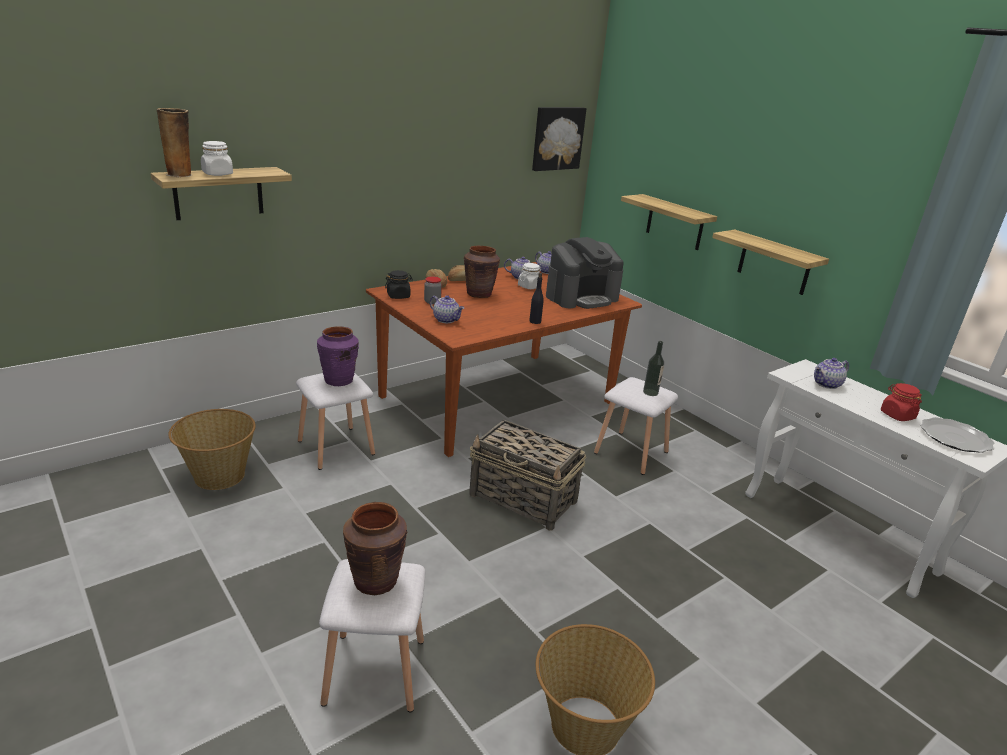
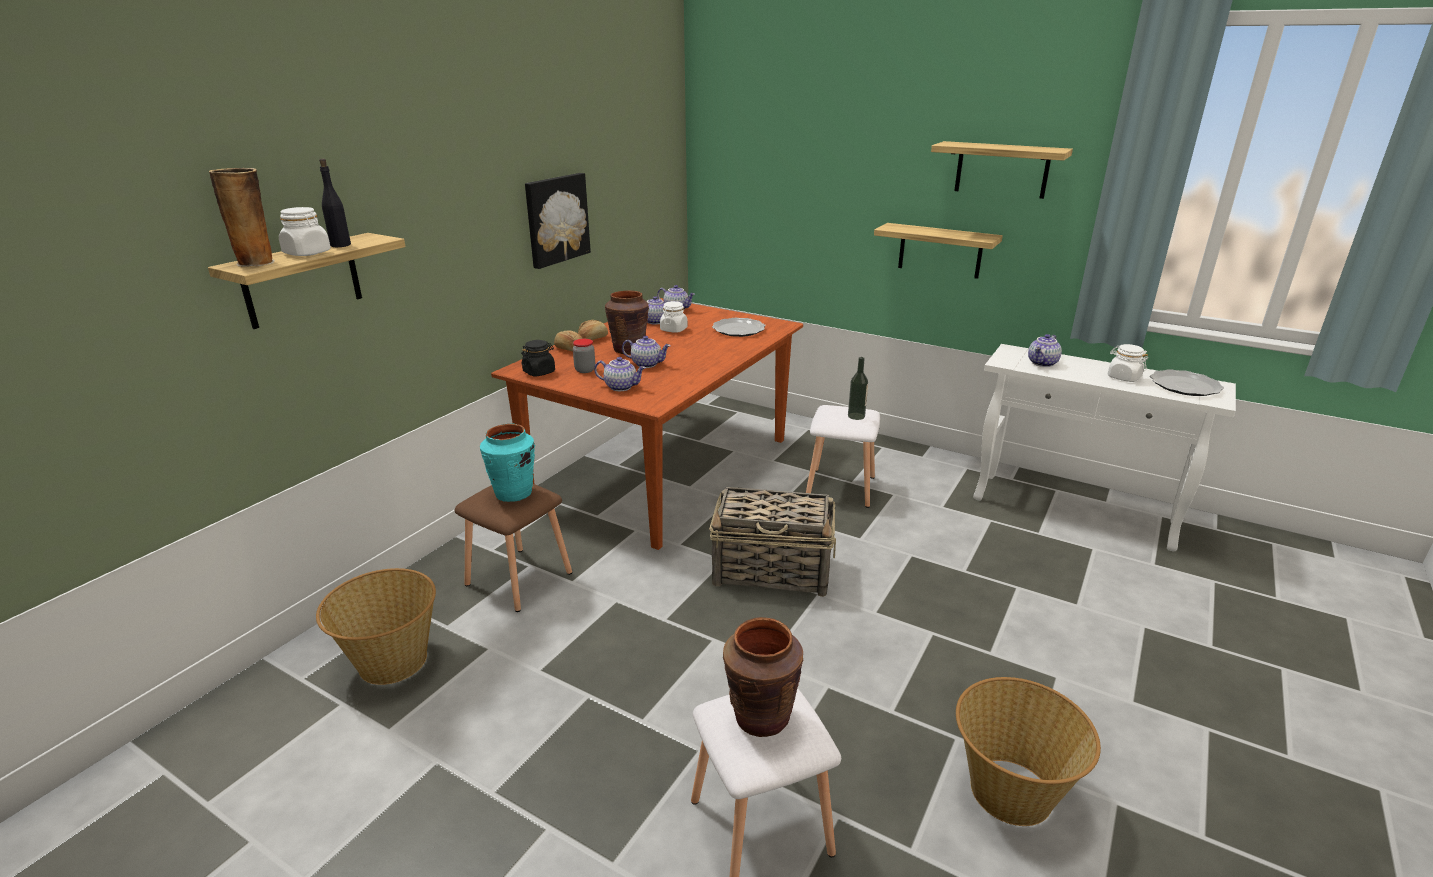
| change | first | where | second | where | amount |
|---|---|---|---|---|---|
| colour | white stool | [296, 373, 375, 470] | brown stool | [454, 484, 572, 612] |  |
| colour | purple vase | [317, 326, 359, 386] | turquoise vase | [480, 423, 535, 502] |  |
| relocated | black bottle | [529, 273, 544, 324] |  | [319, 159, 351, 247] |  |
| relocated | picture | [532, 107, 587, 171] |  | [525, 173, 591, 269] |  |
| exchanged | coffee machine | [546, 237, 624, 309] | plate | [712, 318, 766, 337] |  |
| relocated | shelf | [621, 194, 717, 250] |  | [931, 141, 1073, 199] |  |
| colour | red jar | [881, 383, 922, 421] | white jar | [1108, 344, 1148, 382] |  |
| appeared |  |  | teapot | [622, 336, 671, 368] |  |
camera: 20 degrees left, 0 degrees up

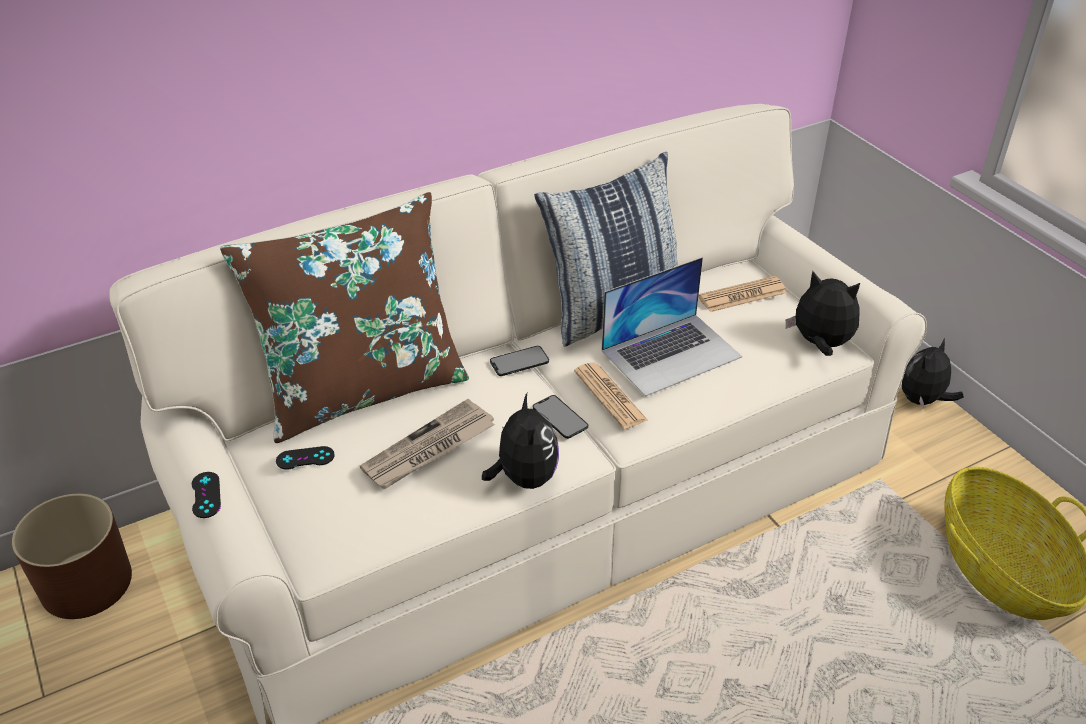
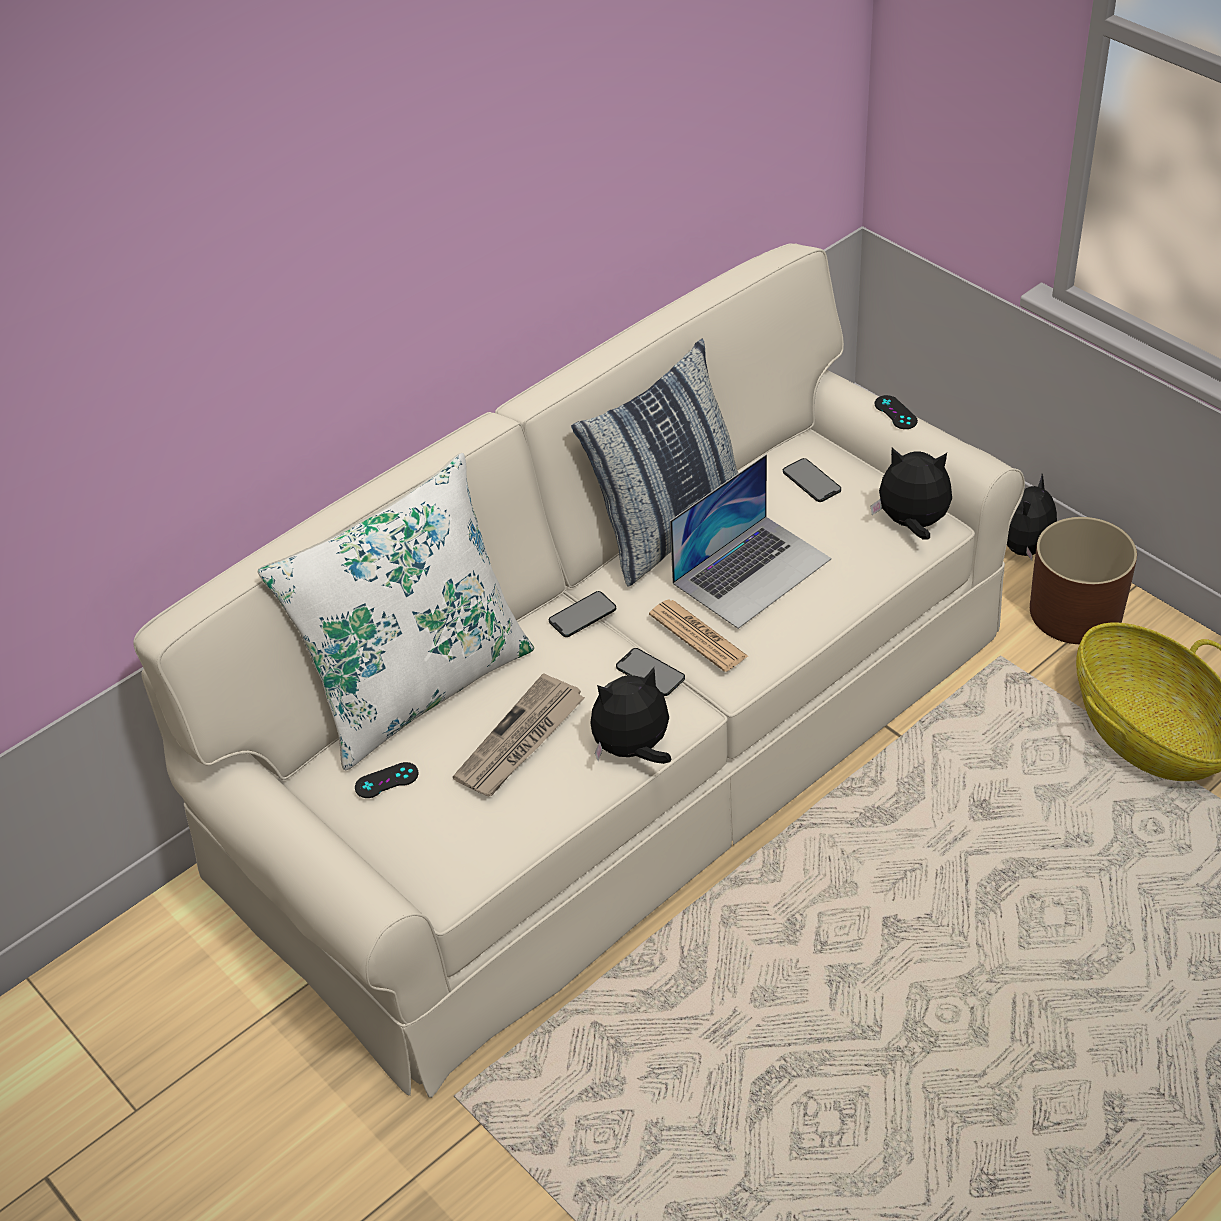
| change | first | where | second | where | amount |
|---|---|---|---|---|---|
| relocated | brown planter | [12, 494, 132, 619] |  | [1030, 517, 1137, 644] |  |
| relocated | black game controller | [192, 472, 221, 518] |  | [874, 395, 918, 429] |  |
| colour | brown pillow | [220, 192, 469, 443] | white pillow | [258, 453, 534, 771] |  |
| spun | plush toy | [482, 393, 559, 489] |  | [590, 667, 671, 764] | 90 degrees counterclockwise |
| exchanged | newspaper | [698, 276, 787, 312] | phone | [783, 458, 841, 502] |  |
camera: 10 degrees left, 5 degrees up

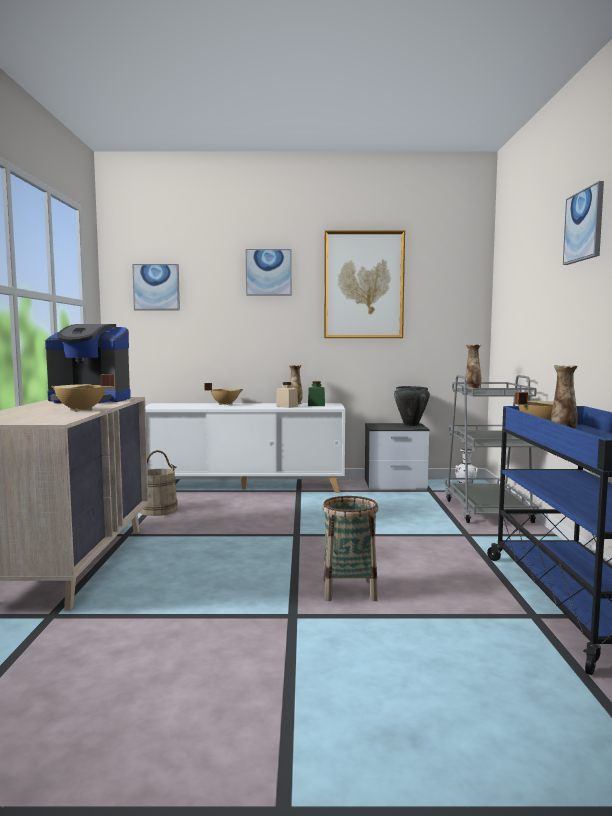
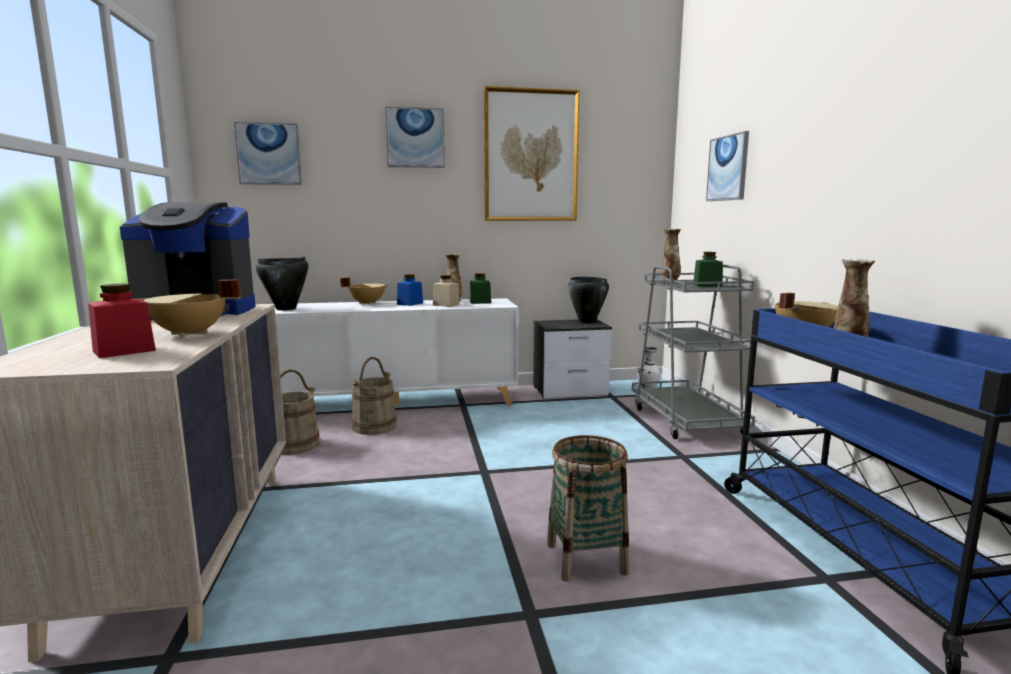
| change | first | where | second | where | amount |
|---|---|---|---|---|---|
| relocated | picture | [563, 181, 604, 265] |  | [706, 131, 749, 201] |  |
| appeared |  |  | red jar | [88, 283, 156, 358] |  |
| appeared |  |  | black cooking pot | [256, 257, 308, 310] |  |
| appeared |  |  | beige bucket | [351, 357, 397, 435] |  |
| appeared |  |  | blue jar | [397, 274, 423, 306] |  |
| appeared |  |  | green jar | [693, 252, 723, 287] |  |
camera: 10 degrees left, 5 degrees up

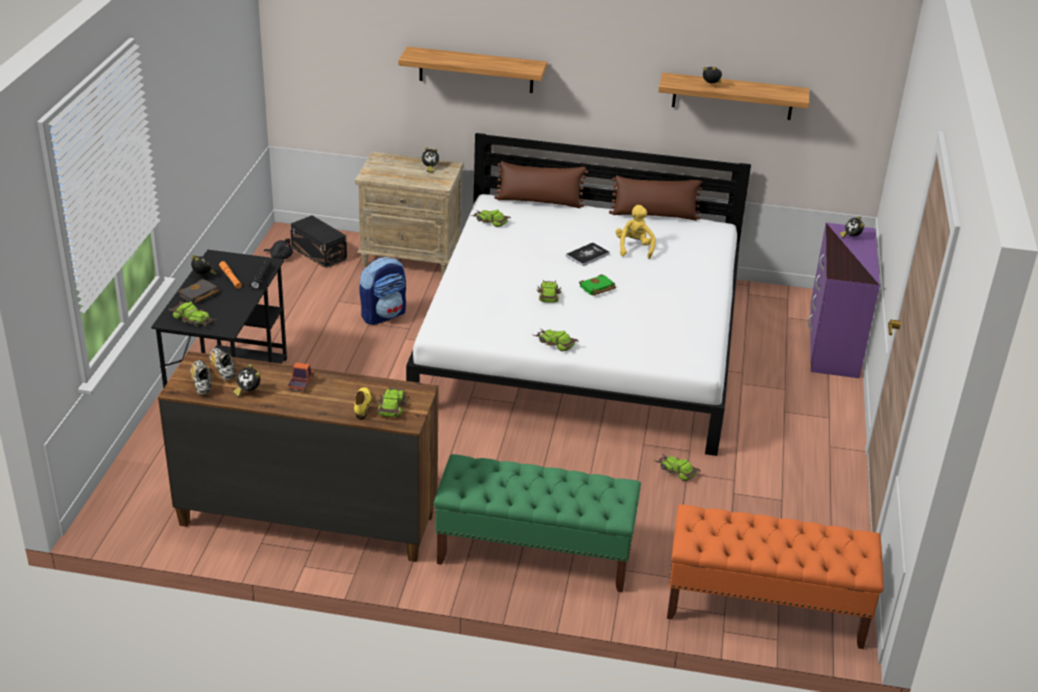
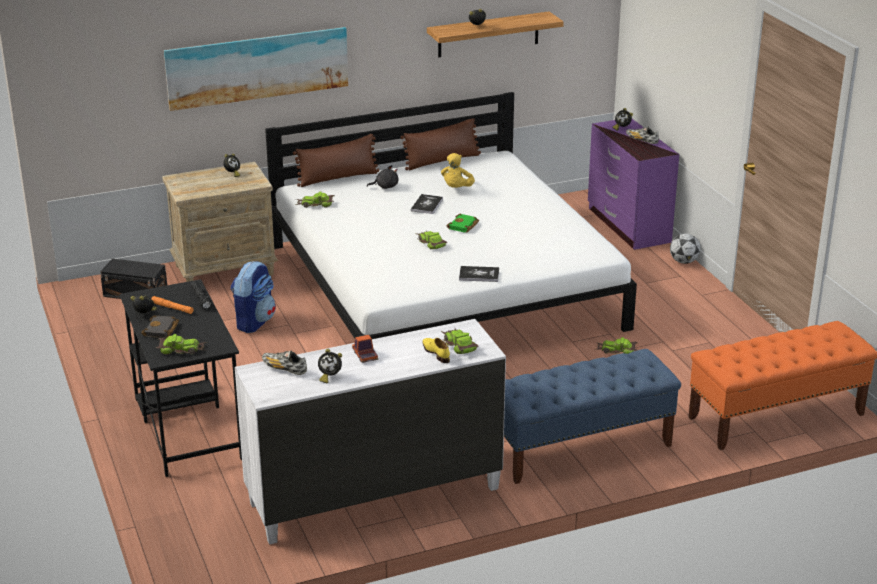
| change | first | where | second | where | amount |
|---|---|---|---|---|---|
| colour | brown dresser | [158, 351, 439, 562] | white dresser | [235, 319, 506, 545] |  |
| relocated | shoe | [190, 360, 212, 395] |  | [626, 127, 659, 144] |  |
| relocated | black plush toy | [264, 238, 293, 259] |  | [367, 165, 399, 189] |  |
| exchanged | shelf | [398, 47, 547, 93] | picture | [164, 27, 348, 111] |  |
| colour | green bench | [434, 454, 641, 593] | blue bench | [504, 349, 681, 484] |  |
| exchanged | toy car | [534, 329, 578, 351] | book | [459, 266, 499, 282] |  |
| spun | yellow plush toy | [616, 205, 656, 259] |  | [441, 153, 475, 188] | 135 degrees counterclockwise |
| appeared |  |  | football | [670, 234, 700, 264] |  |
camera: 30 degrees left, 5 degrees down

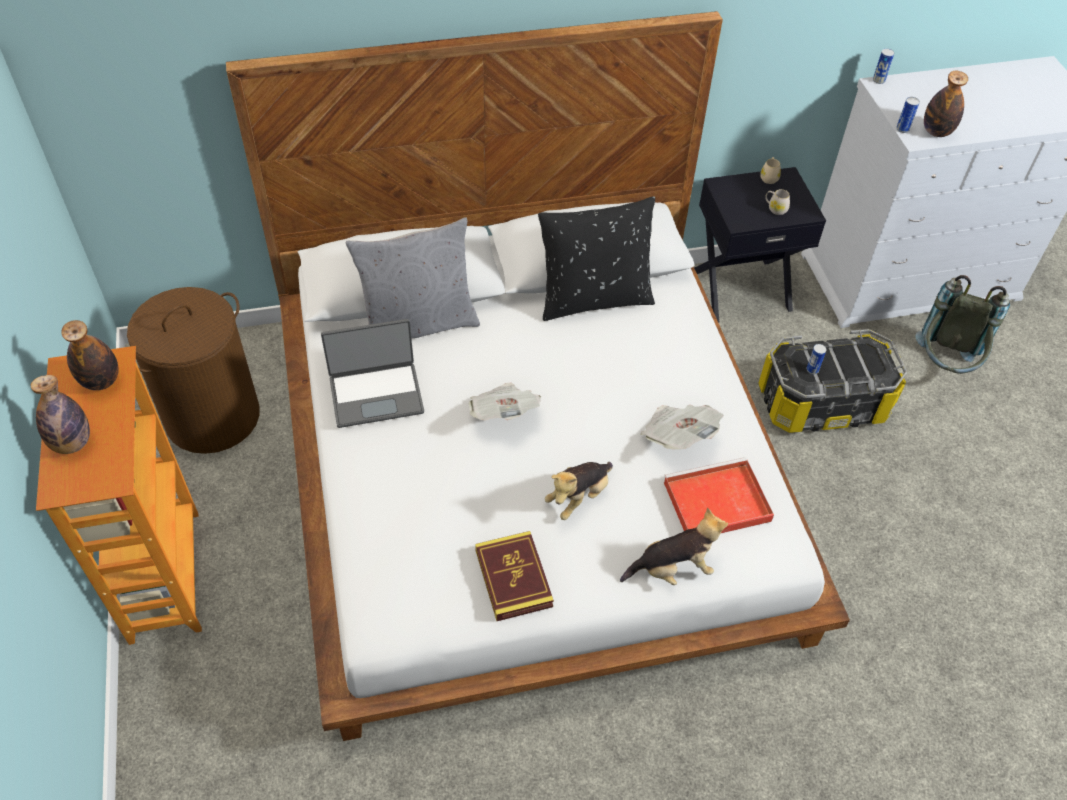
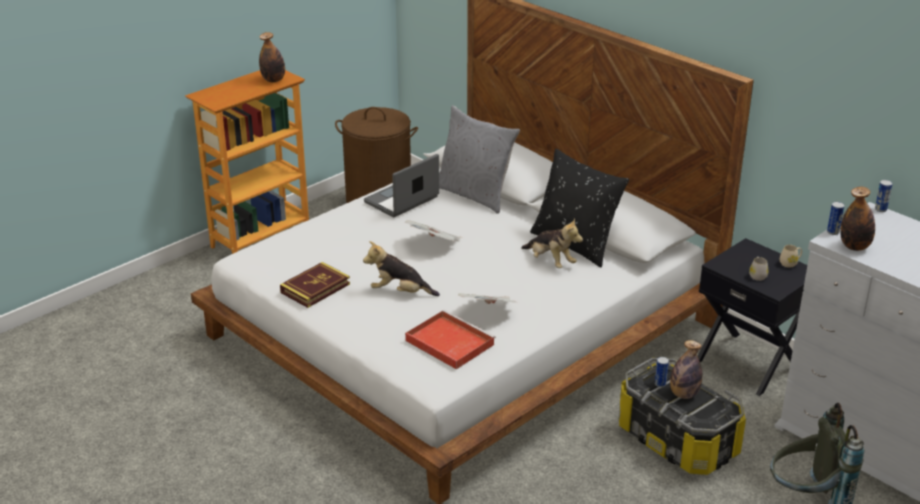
| change | first | where | second | where | amount |
|---|---|---|---|---|---|
| relocated | bottle | [31, 375, 90, 454] |  | [670, 340, 702, 399] |  |
| spun | laptop | [321, 319, 424, 428] |  | [364, 154, 439, 217] | 90 degrees clockwise |
| relocated | plush toy | [620, 508, 728, 585] |  | [521, 218, 583, 268] |  |
camera: 60 degrees right, 20 degrees down

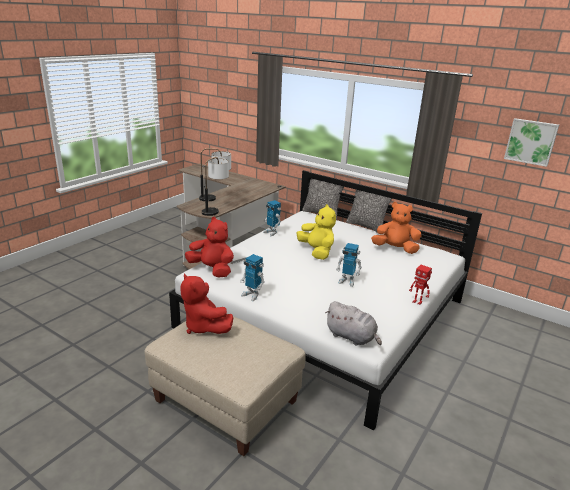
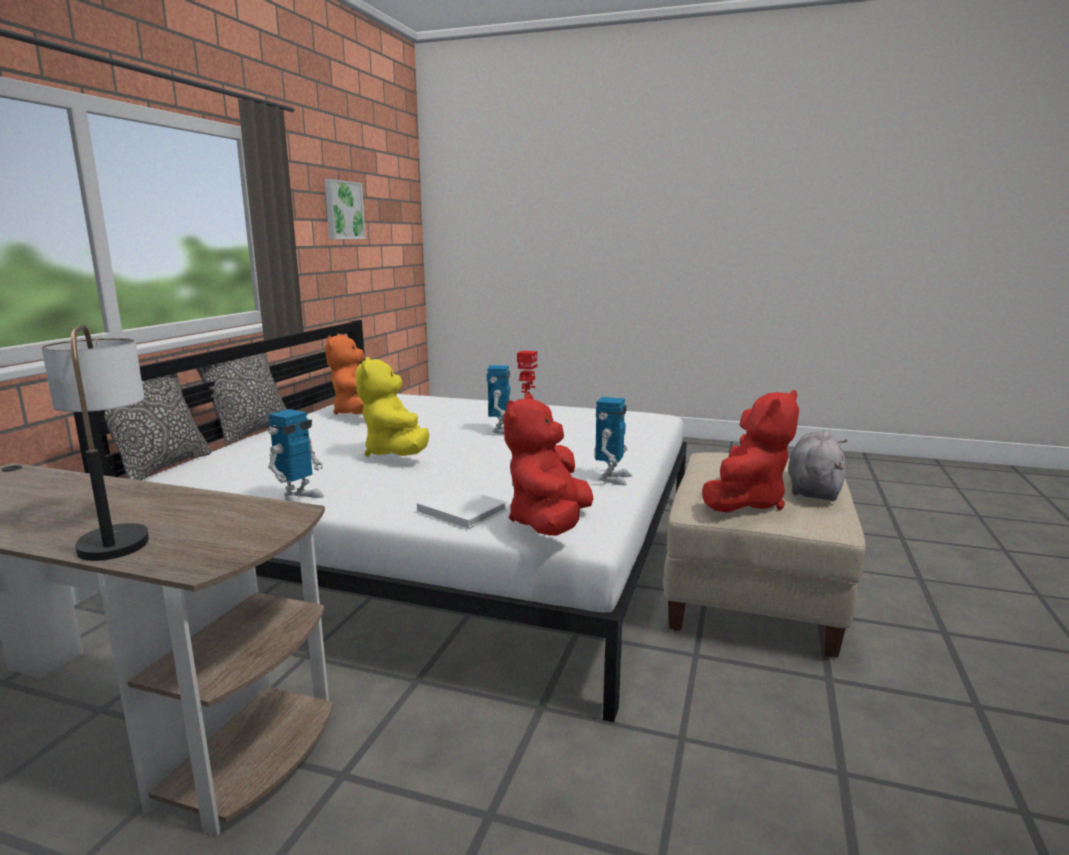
| change | first | where | second | where | amount |
|---|---|---|---|---|---|
| missing | table lamp | [202, 157, 229, 216] |  |  |  |
| spun | yellow plush toy | [296, 204, 336, 260] |  | [356, 357, 429, 457] | 60 degrees counterclockwise |
| relocated | grey plush toy | [325, 301, 382, 346] |  | [788, 431, 847, 501] |  |
camera: 105 degrees left, 10 degrees down

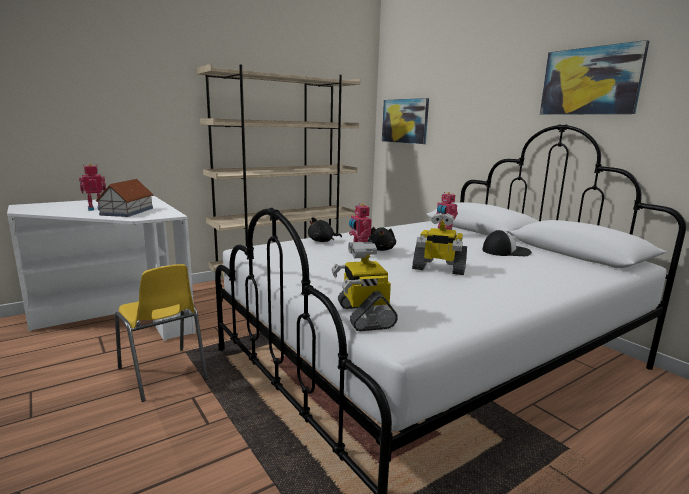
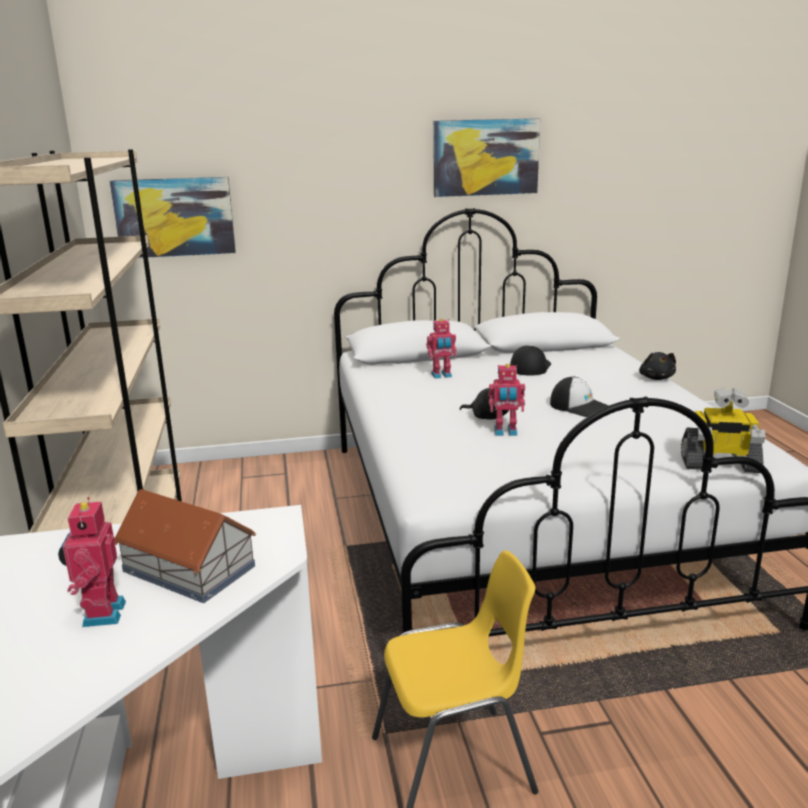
| change | first | where | second | where | amount |
|---|---|---|---|---|---|
| relocated | black plush toy | [308, 217, 342, 242] |  | [639, 352, 676, 380] |  |
| exchanged | toy robot | [412, 213, 467, 275] | cap | [550, 377, 609, 417] |  |
camera: 65 degrees left, 5 degrees up

